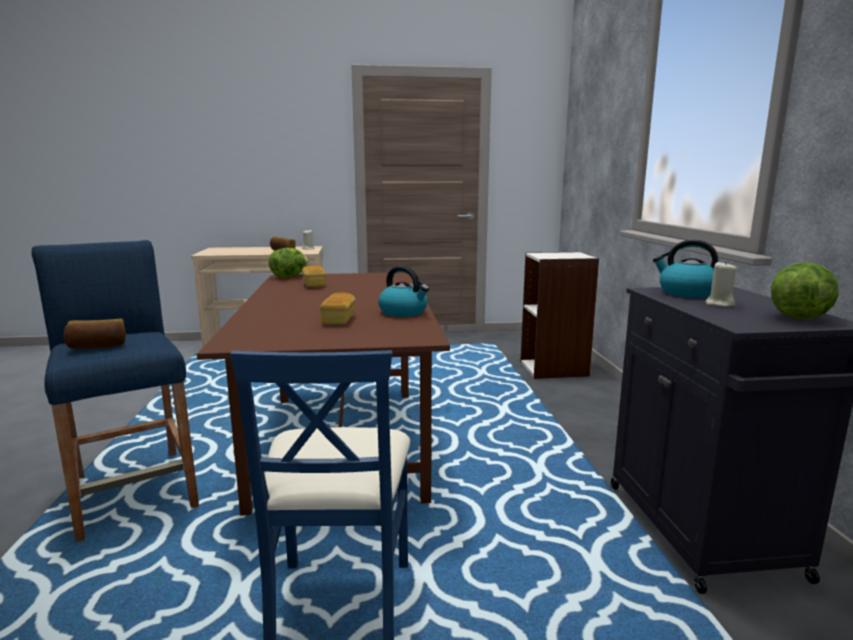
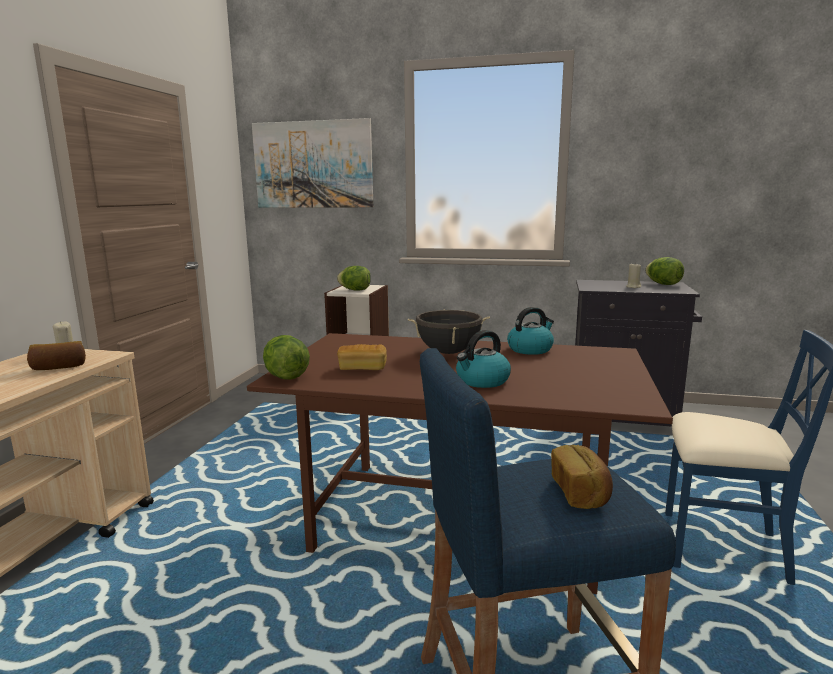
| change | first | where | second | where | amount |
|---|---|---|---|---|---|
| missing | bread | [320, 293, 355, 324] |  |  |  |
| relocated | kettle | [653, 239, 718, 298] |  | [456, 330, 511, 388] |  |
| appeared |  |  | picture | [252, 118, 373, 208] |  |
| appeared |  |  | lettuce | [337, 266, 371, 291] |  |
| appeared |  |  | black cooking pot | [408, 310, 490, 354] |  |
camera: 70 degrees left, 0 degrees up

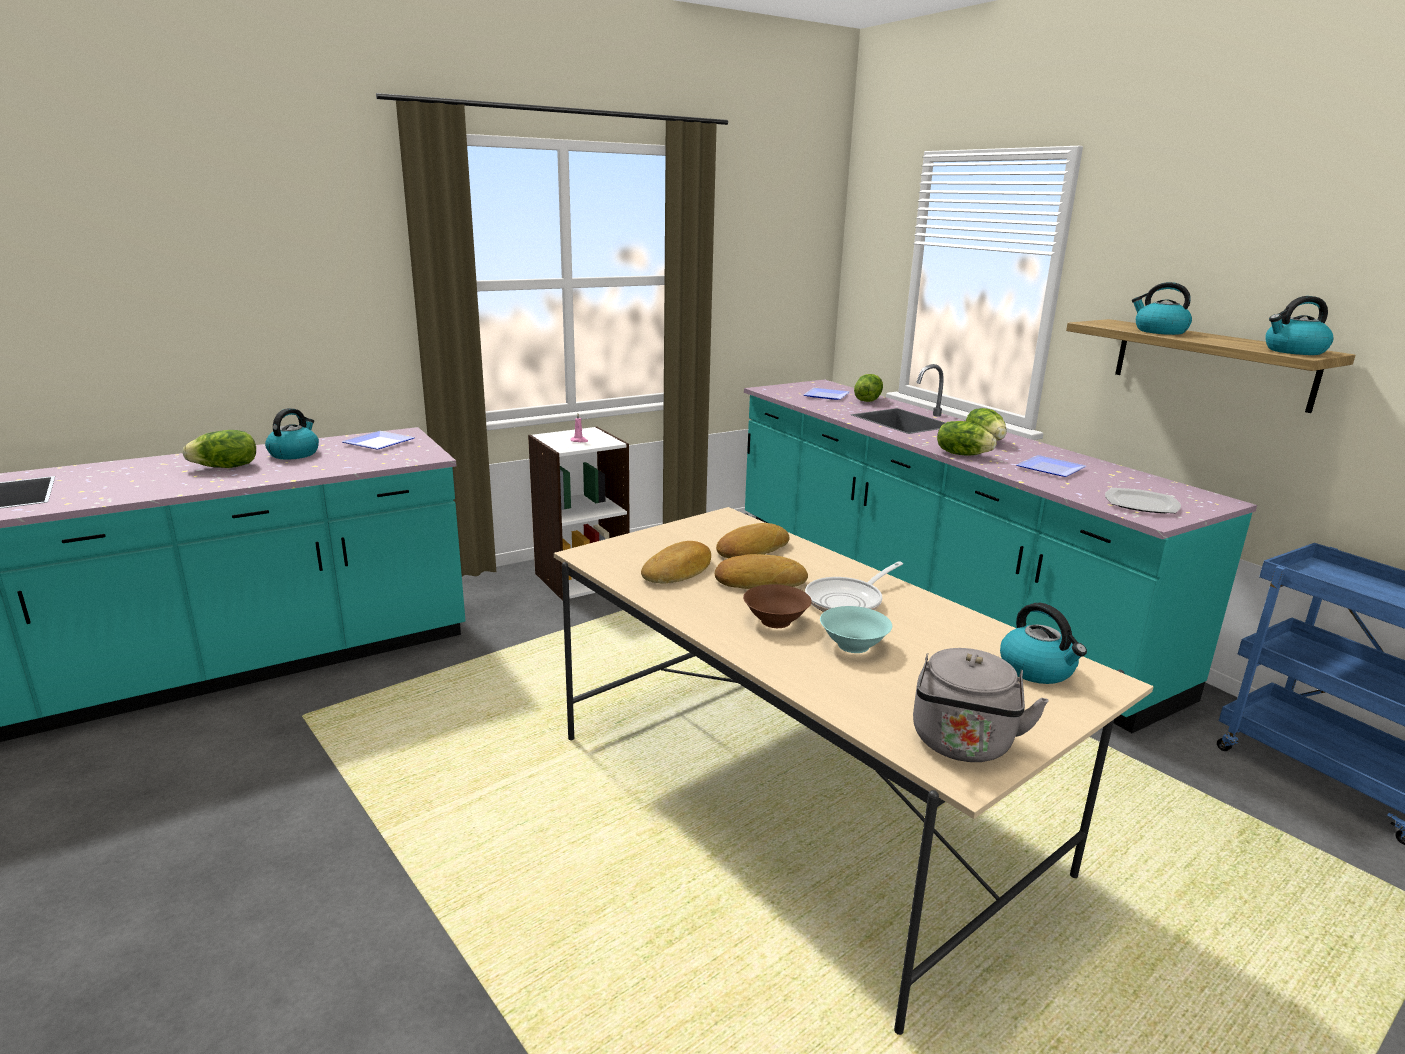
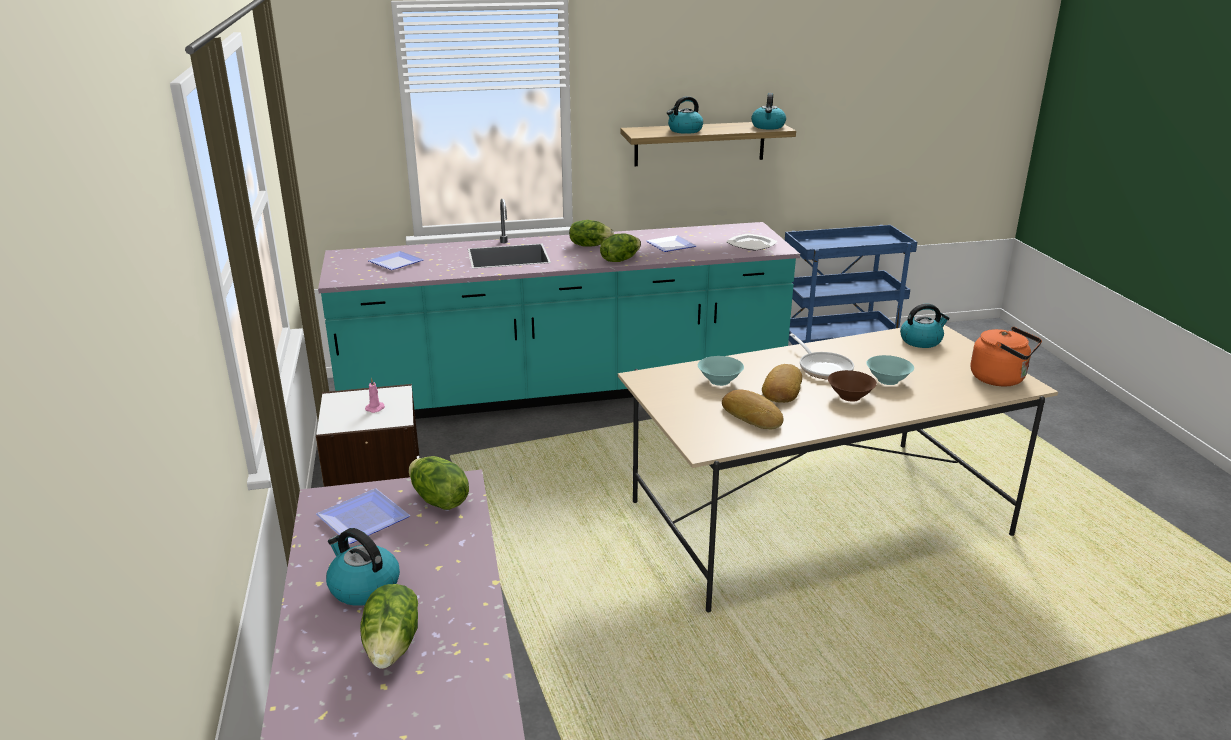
| change | first | where | second | where | amount |
|---|---|---|---|---|---|
| exchanged | bread | [716, 523, 790, 558] | turquoise bowl | [698, 356, 744, 386] |  |
| relocated | lettuce | [854, 374, 883, 402] |  | [409, 456, 469, 510] |  |
| colour | grey kettle | [913, 648, 1049, 762] | orange kettle | [971, 327, 1042, 387] |  |
camera: 70 degrees left, 5 degrees up

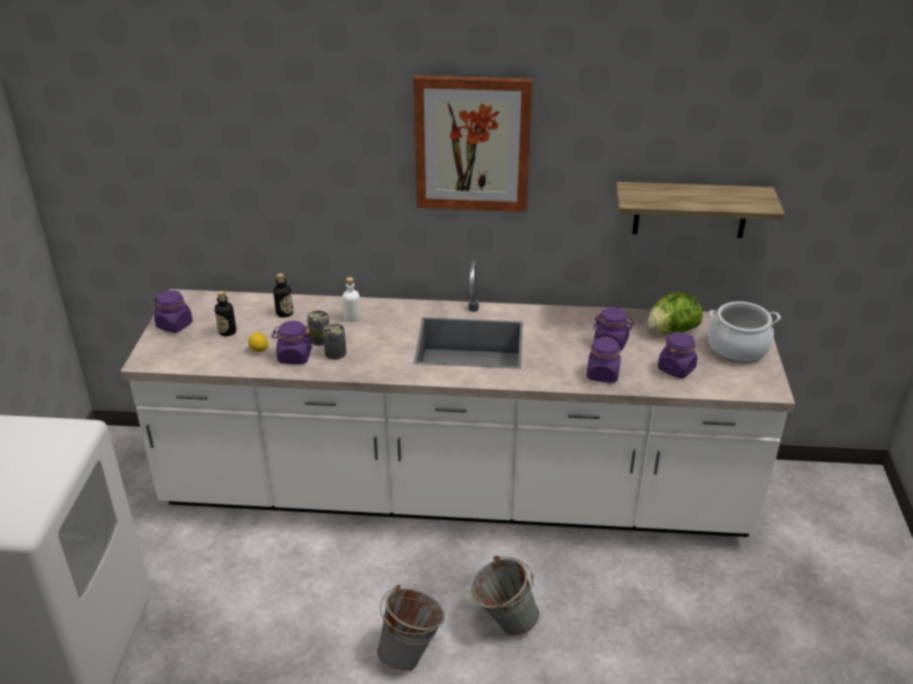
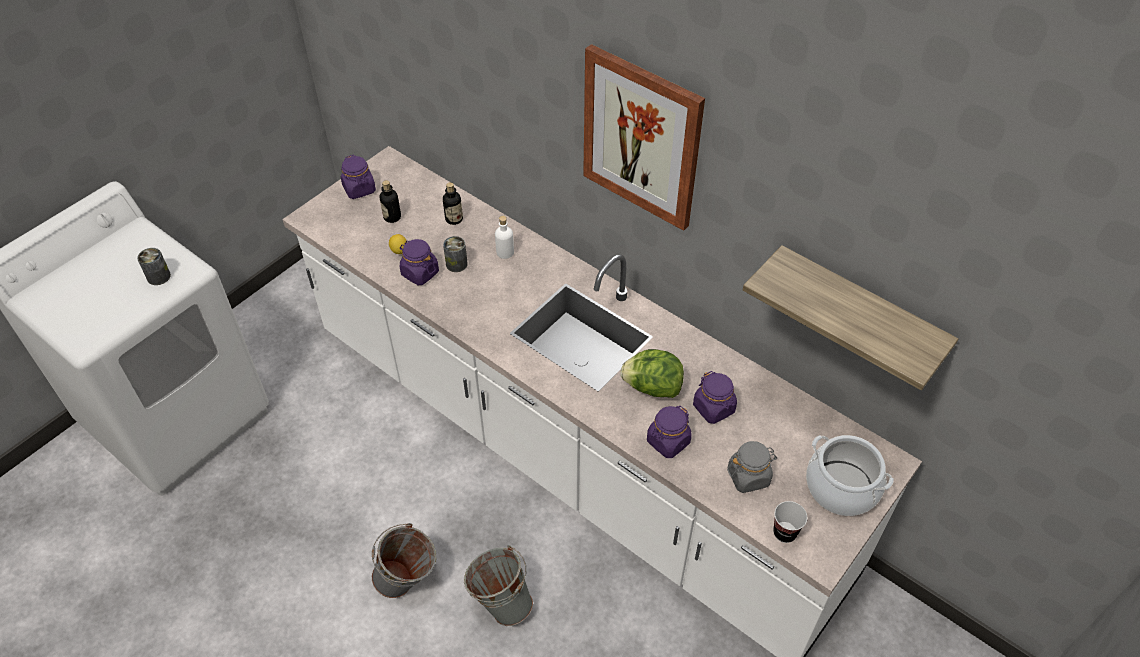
| change | first | where | second | where | amount |
|---|---|---|---|---|---|
| relocated | can | [323, 324, 346, 360] |  | [137, 248, 171, 285] |  |
| relocated | lettuce | [648, 291, 703, 334] |  | [620, 349, 684, 398] |  |
| colour | purple jar | [658, 332, 698, 378] | grey jar | [727, 441, 777, 493] |  |
| appeared |  |  | cup | [773, 501, 807, 543] |  |
camera: 35 degrees right, 15 degrees up

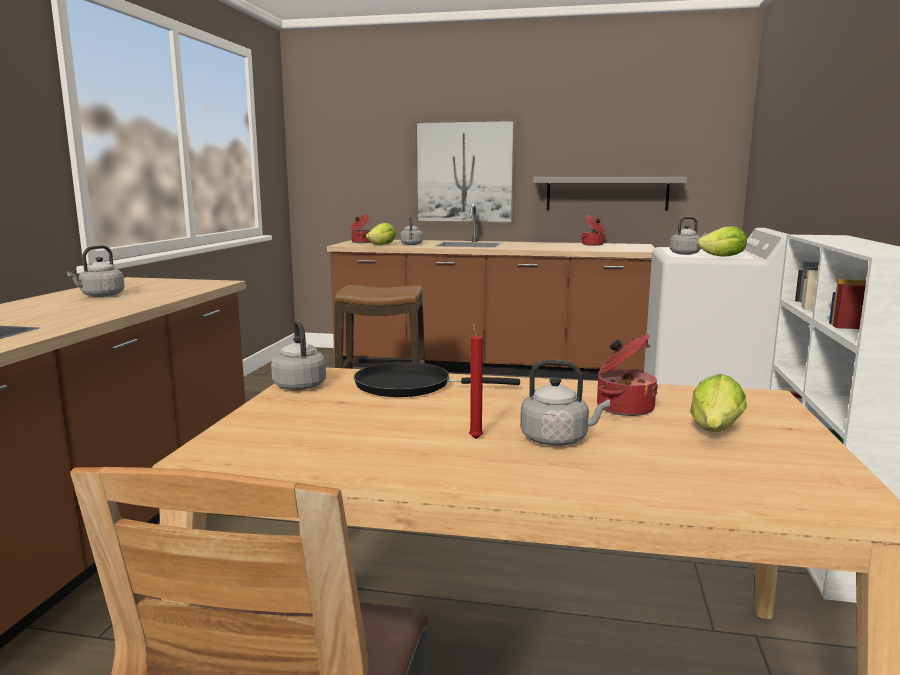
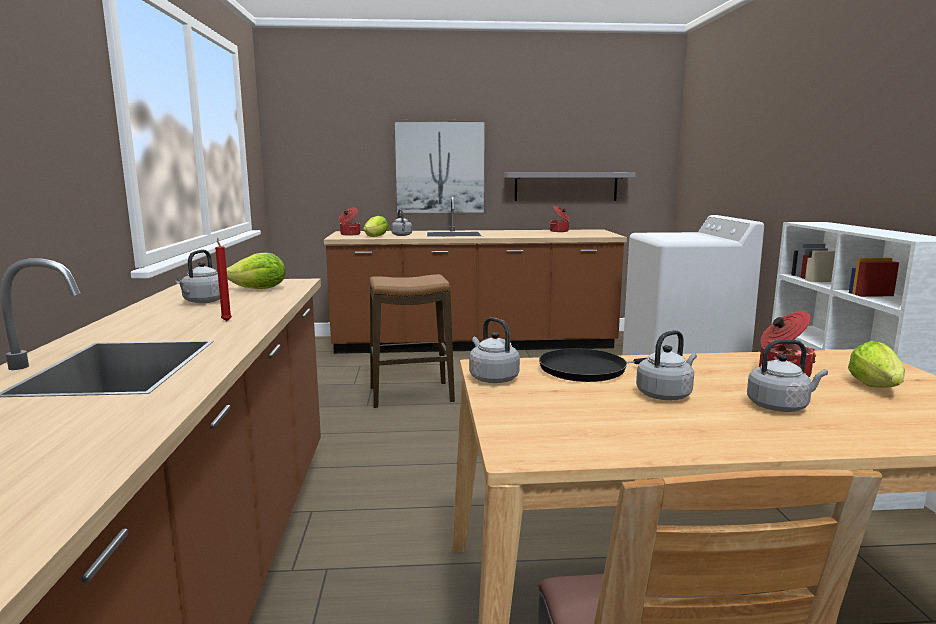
| change | first | where | second | where | amount |
|---|---|---|---|---|---|
| relocated | red candle | [469, 323, 483, 439] |  | [215, 238, 232, 321] |  |
| relocated | grey kettle | [670, 217, 707, 255] |  | [636, 330, 697, 400] |  |
| relocated | lettuce | [697, 226, 747, 256] |  | [227, 252, 285, 289] |  |
camera: 15 degrees left, 0 degrees up

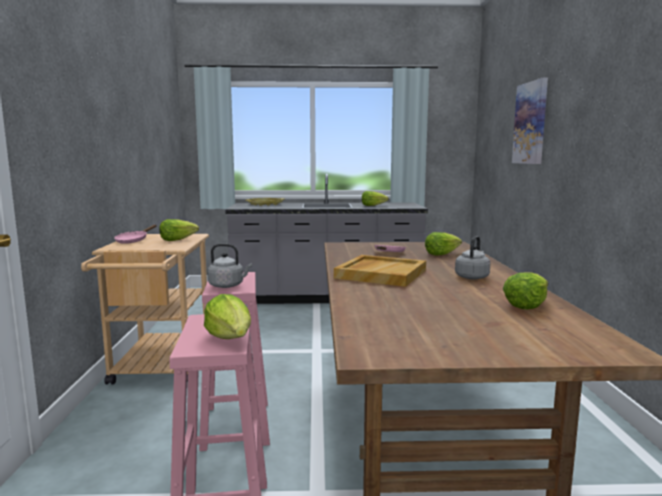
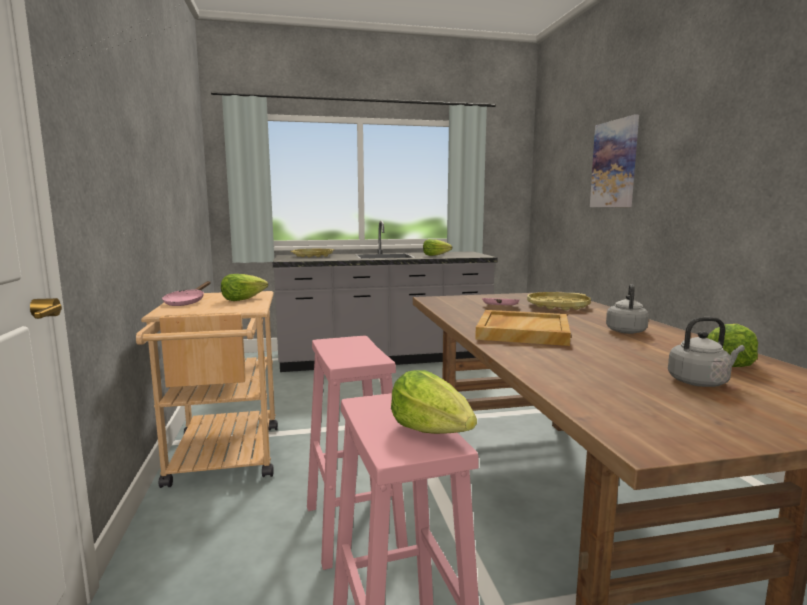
| change | first | where | second | where | amount |
|---|---|---|---|---|---|
| relocated | grey kettle | [207, 243, 252, 288] |  | [668, 317, 745, 387] |  |
| exchanged | lettuce | [425, 232, 462, 256] | yellow tray | [527, 292, 591, 310] |  |
camera: 10 degrees left, 0 degrees up

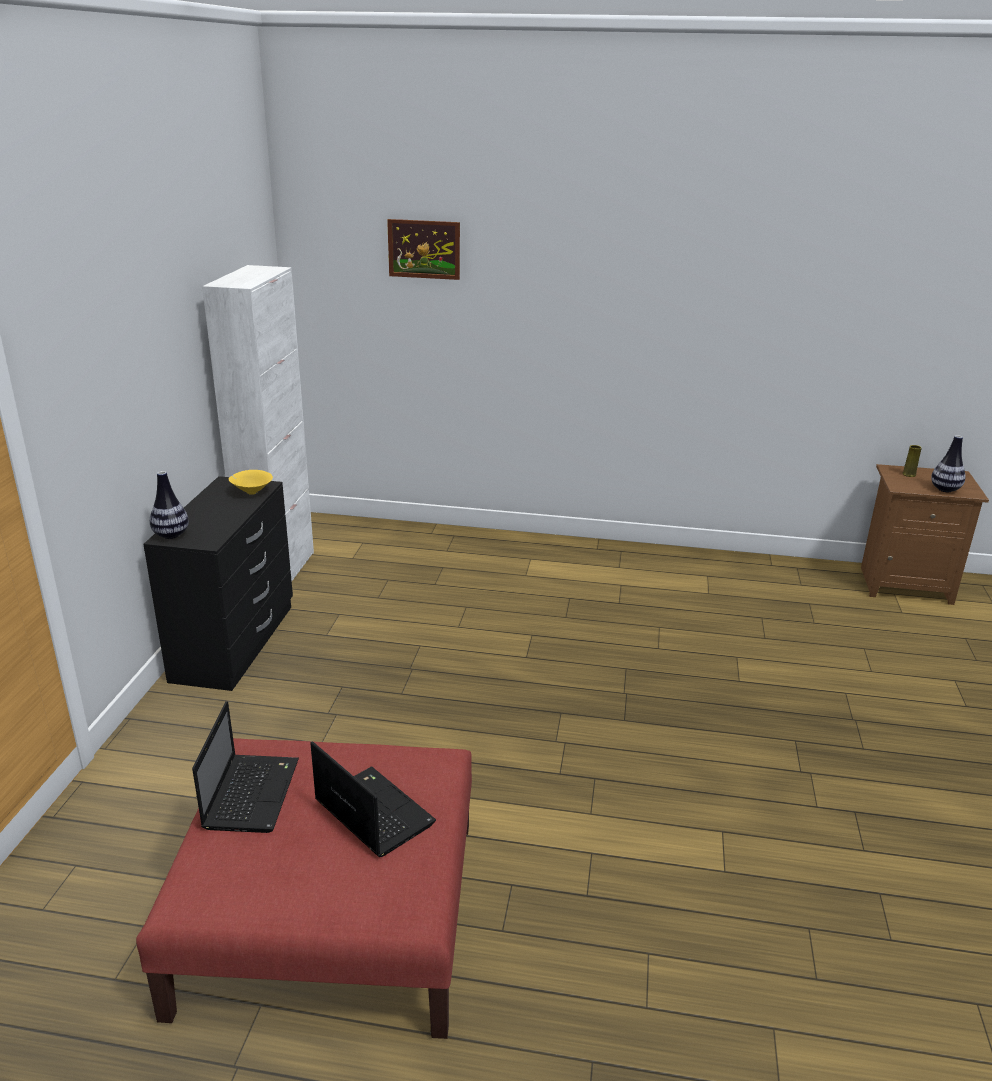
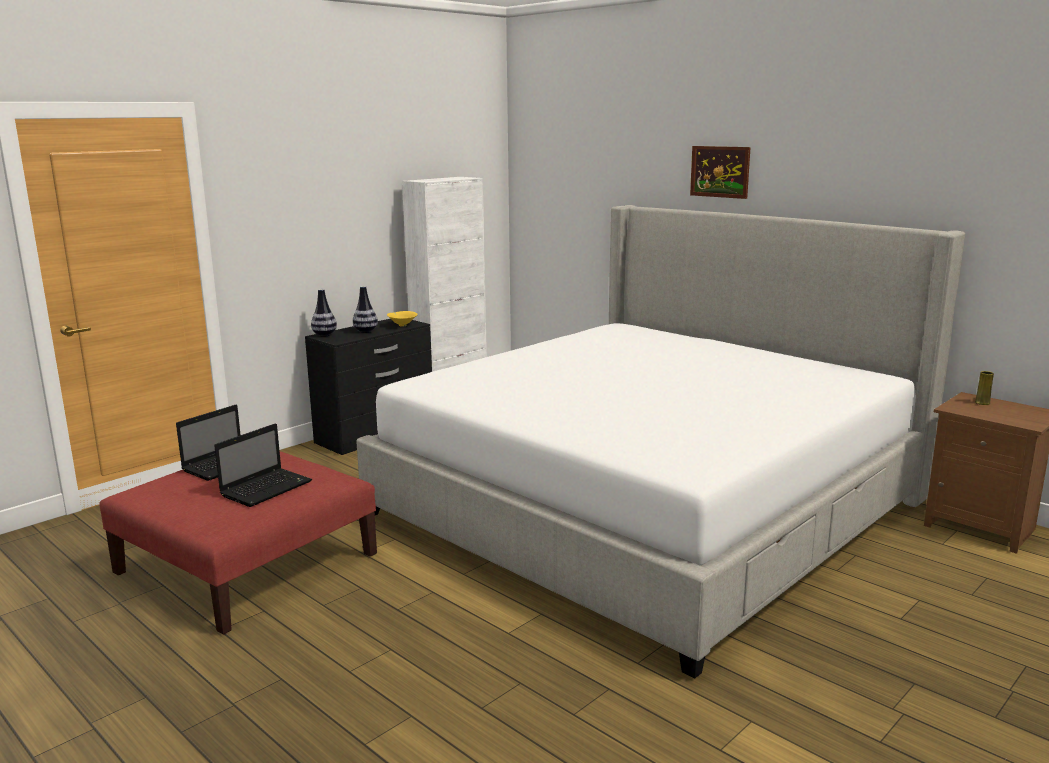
| change | first | where | second | where | amount |
|---|---|---|---|---|---|
| spun | laptop | [310, 741, 436, 857] |  | [214, 423, 312, 507] | 45 degrees clockwise |
| relocated | picture | [387, 219, 460, 280] |  | [690, 146, 751, 199] |  |
| relocated | vase | [931, 435, 966, 492] |  | [353, 286, 378, 333] |  |
| appeared |  |  | bed | [356, 205, 965, 678] |  |
camera: 35 degrees right, 10 degrees down

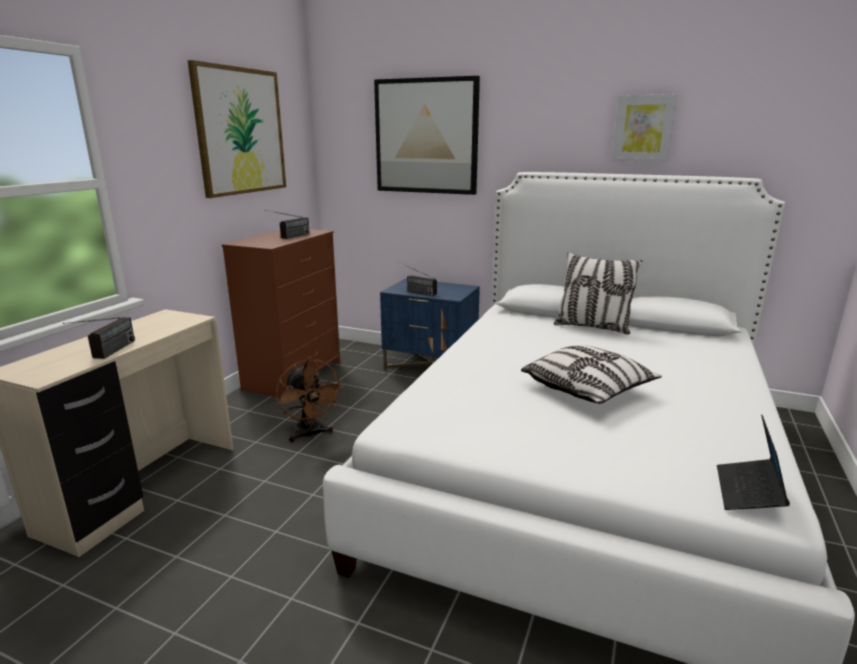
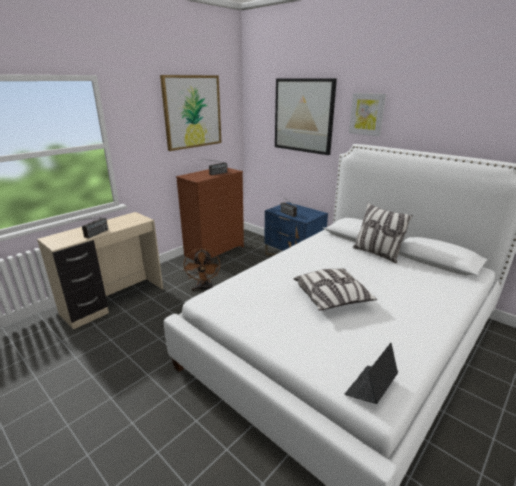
| change | first | where | second | where | amount |
|---|---|---|---|---|---|
| relocated | picture | [612, 94, 677, 162] |  | [349, 93, 386, 136] |  |
camera: 20 degrees right, 5 degrees up

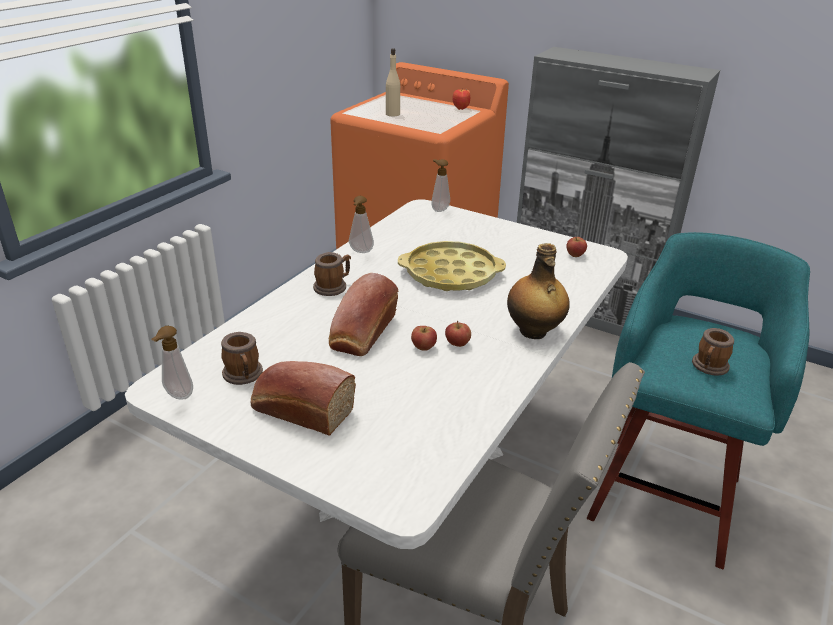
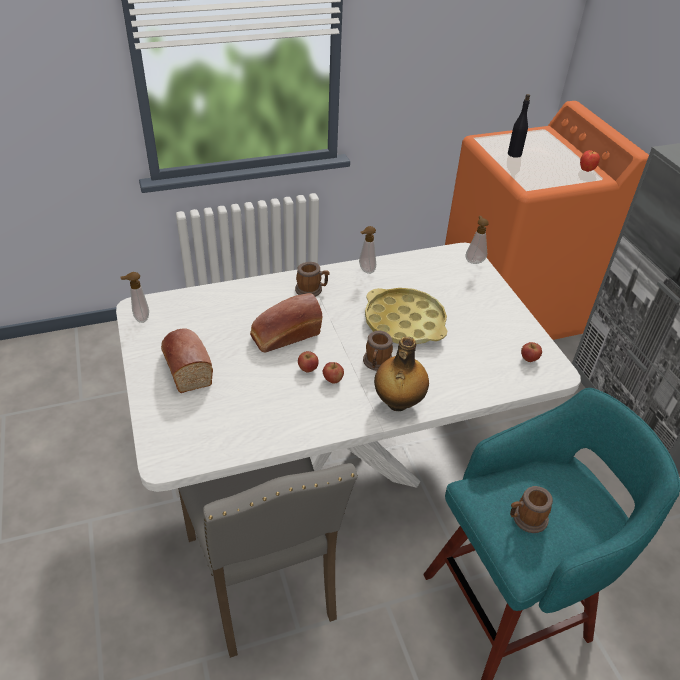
| change | first | where | second | where | amount |
|---|---|---|---|---|---|
| relocated | mug | [221, 332, 263, 385] |  | [363, 330, 393, 371] |  |
| colour | beige bottle | [386, 49, 400, 116] | black bottle | [508, 94, 530, 158] |  |
camera: 40 degrees right, 10 degrees up

